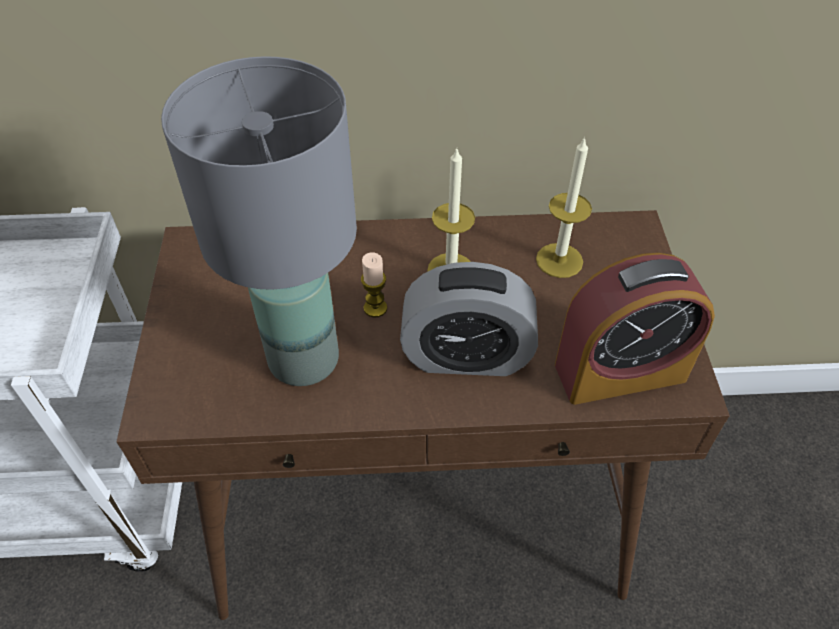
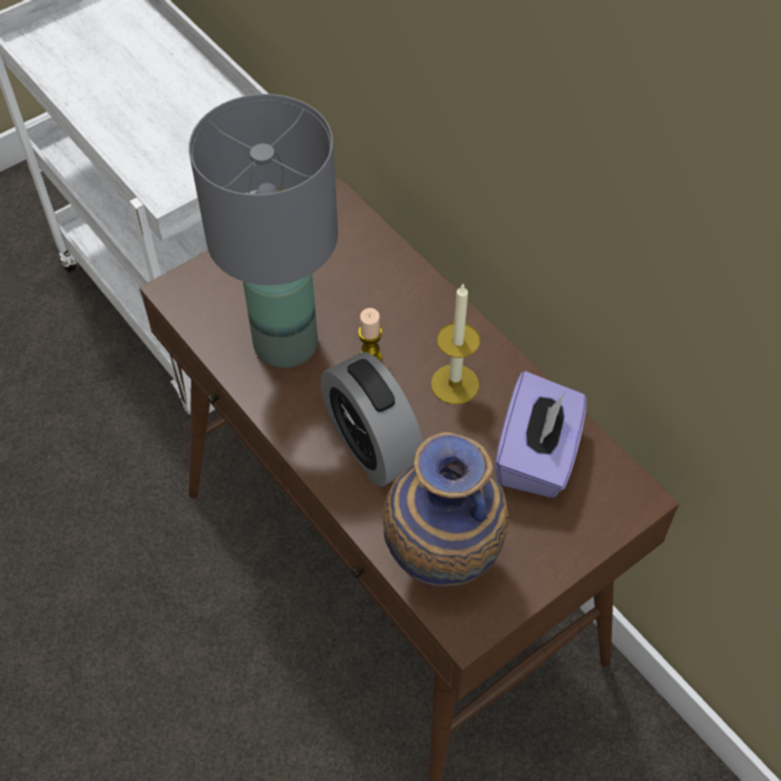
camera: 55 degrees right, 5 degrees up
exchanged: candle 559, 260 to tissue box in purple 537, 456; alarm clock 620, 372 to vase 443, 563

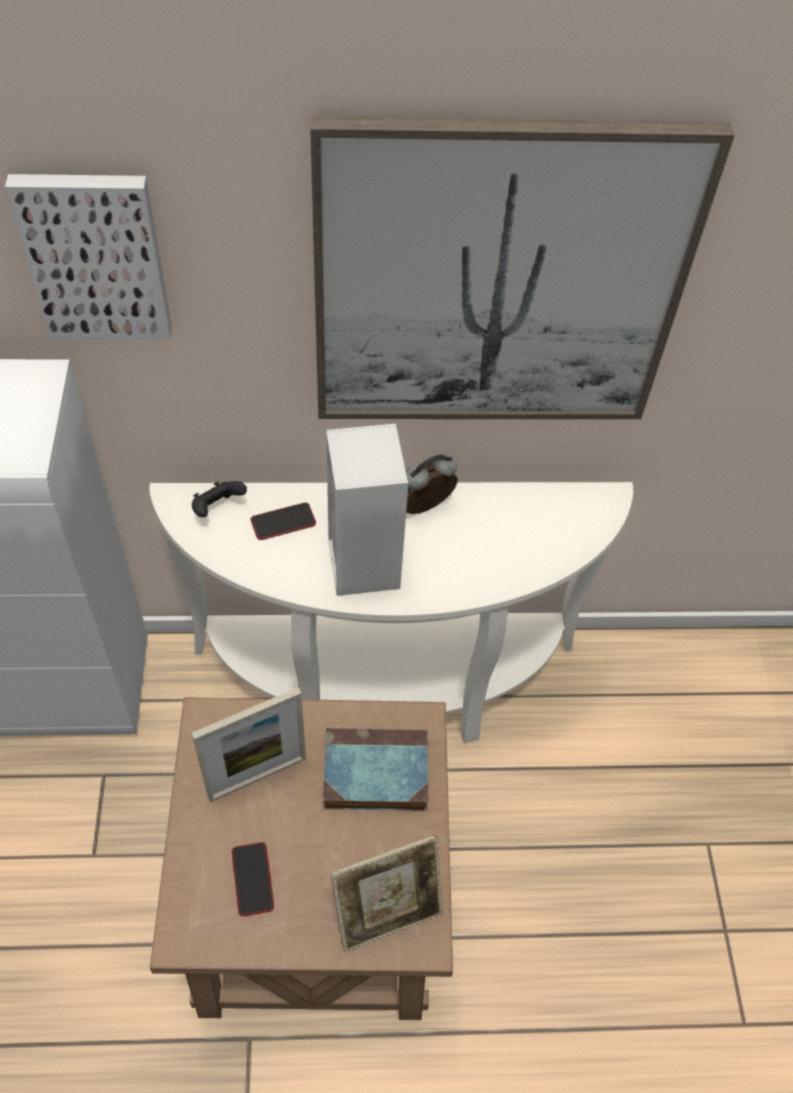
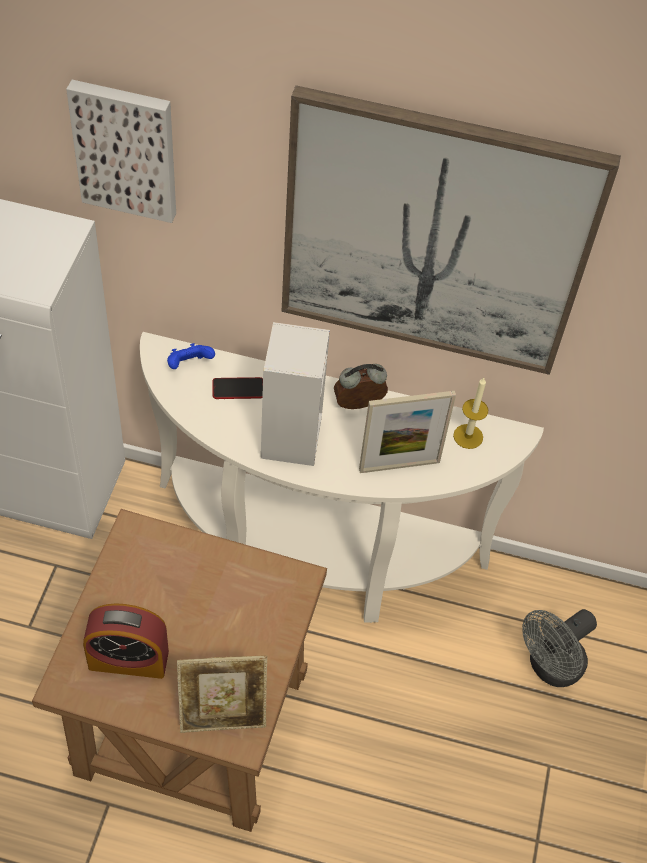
camera: 15 degrees right, 0 degrees up
missing: book 373, 774
appeared: candle 468, 436; fan in grey 550, 667
relocated: picture frame 257, 777 to 399, 466
exchanged: phone 252, 879 to alarm clock 128, 659
colour: game controller in black 217, 508 to game controller in blue 189, 365

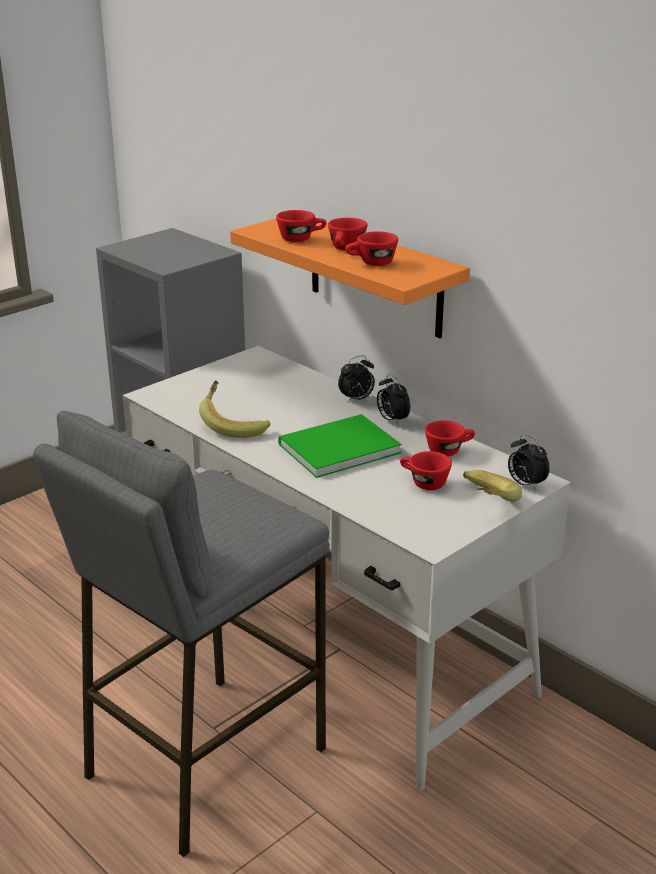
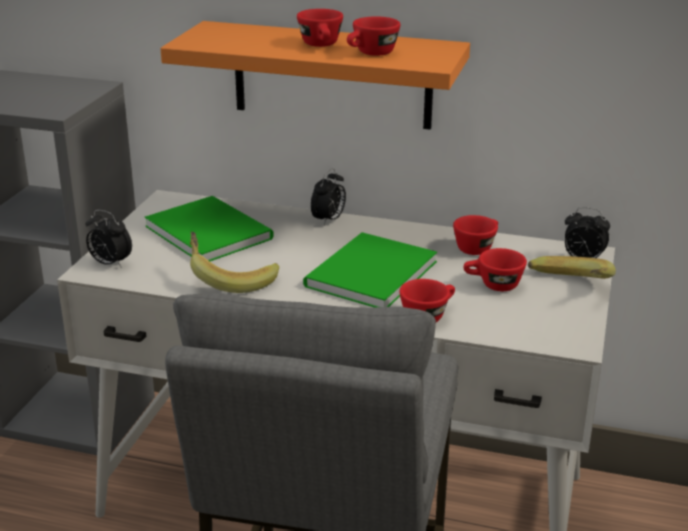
camera: 30 degrees left, 0 degrees up
appeared: book in green 209, 230
relocated: cup in red 301, 239 to 428, 315; alarm clock 391, 420 to 110, 263

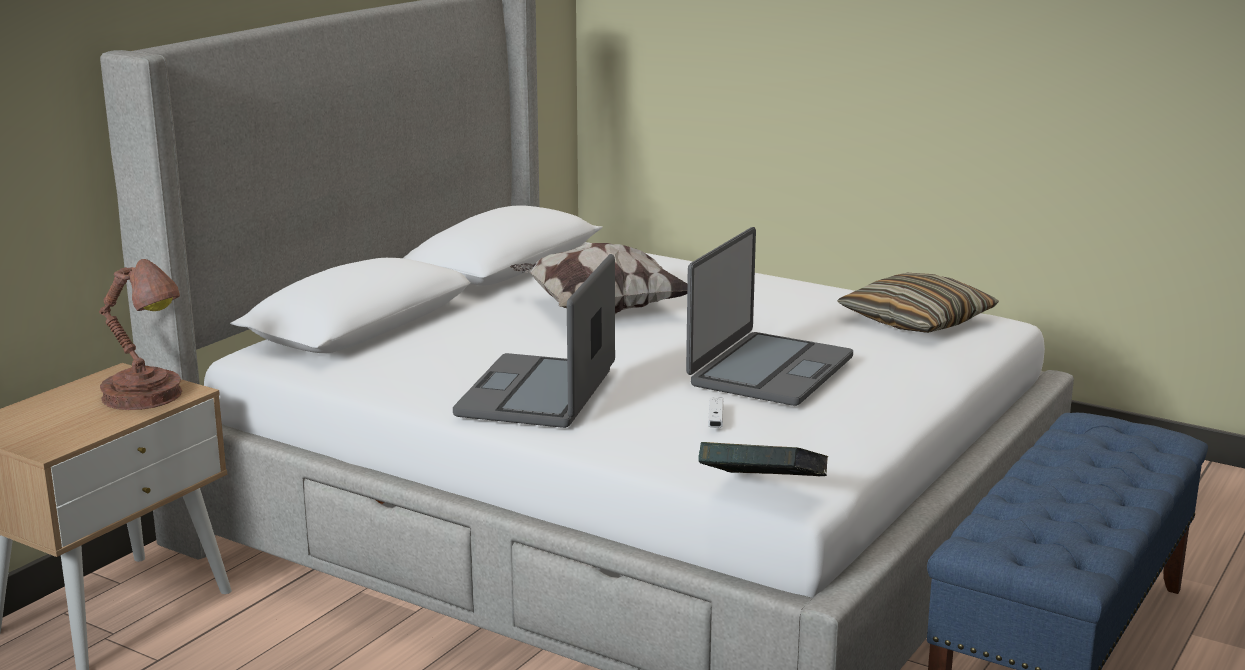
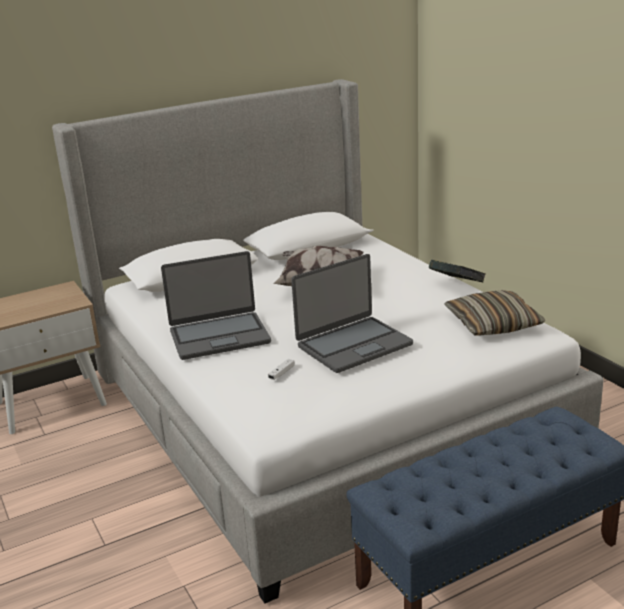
camera: 30 degrees right, 5 degrees up
missing: table lamp in brown 146, 397
relocated: book 762, 492 to 456, 285
spun: laptop 539, 394 = 219, 336 150 degrees counterclockwise

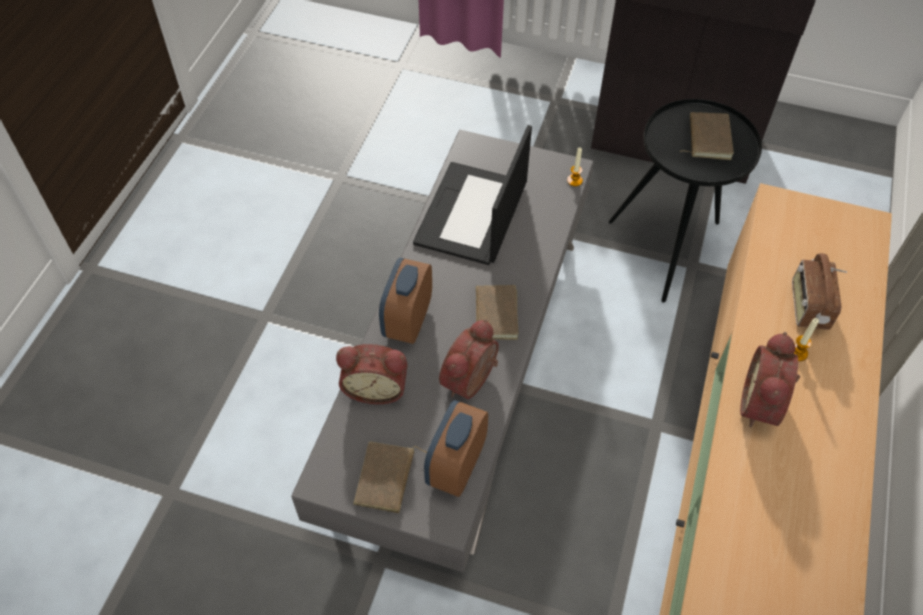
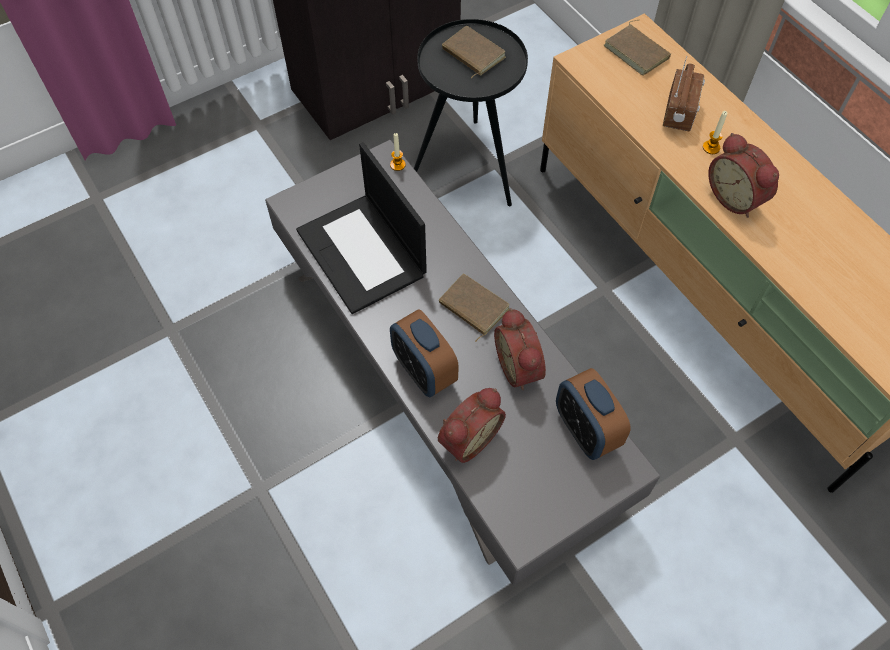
camera: 50 degrees left, 5 degrees up
relocated: book in brown 387, 479 to 638, 51
spun: radio 807, 306 = 679, 113 120 degrees counterclockwise

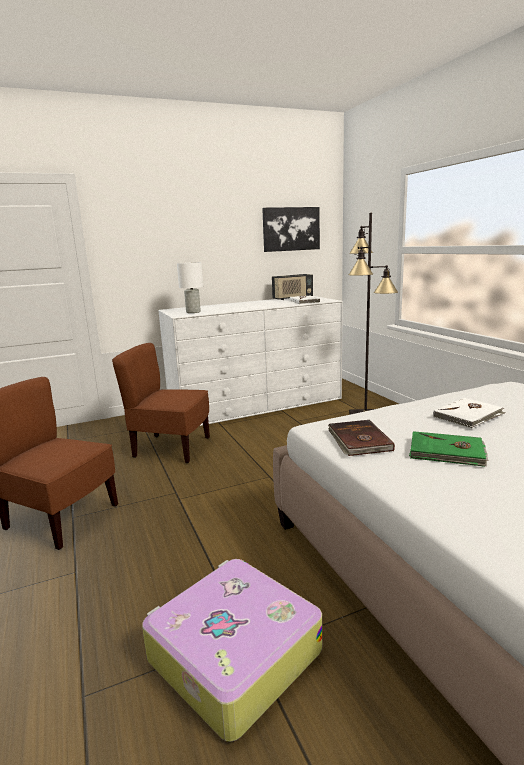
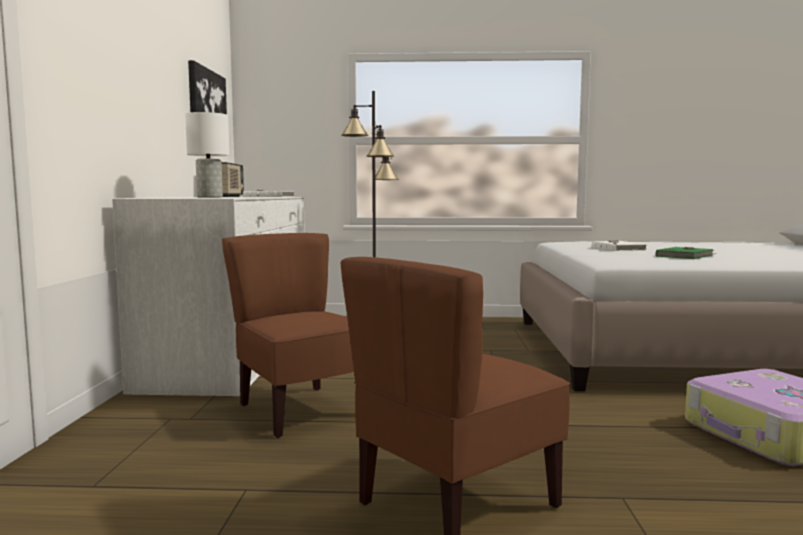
camera: 65 degrees left, 10 degrees down
missing: book in brown 358, 440
spun: chair in brown 171, 448 = 302, 410 105 degrees clockwise

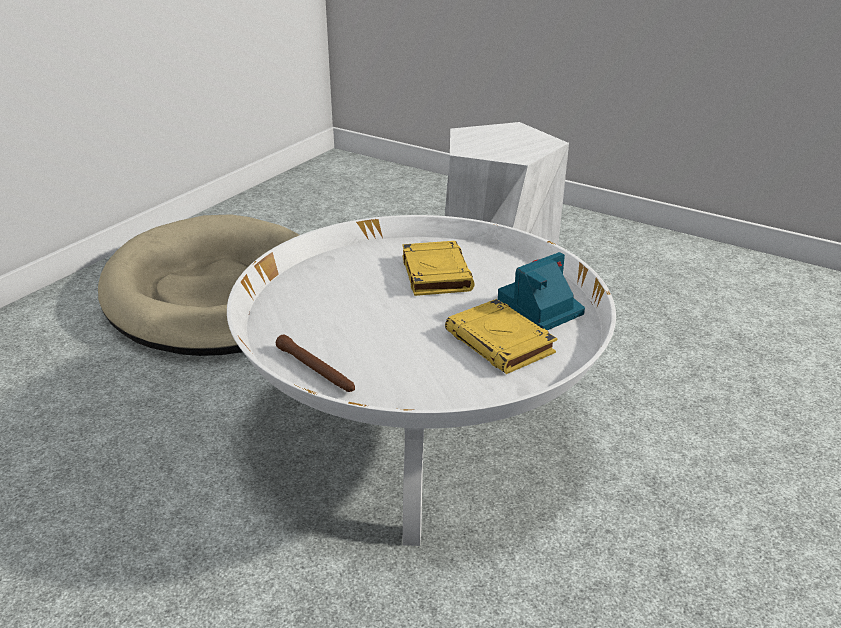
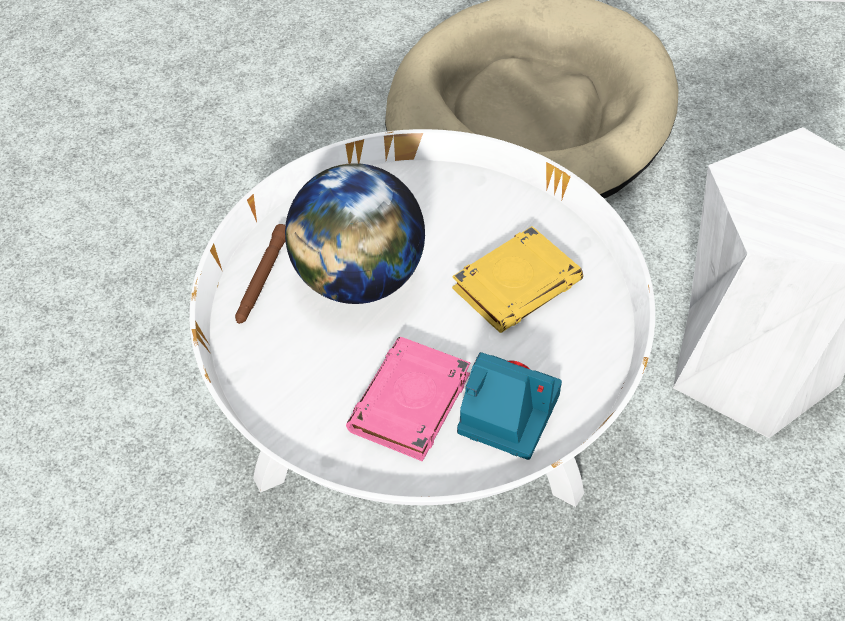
camera: 60 degrees right, 20 degrees up
appeared: globe 358, 279
colour: book in yellow 501, 343 to book in pink 409, 404

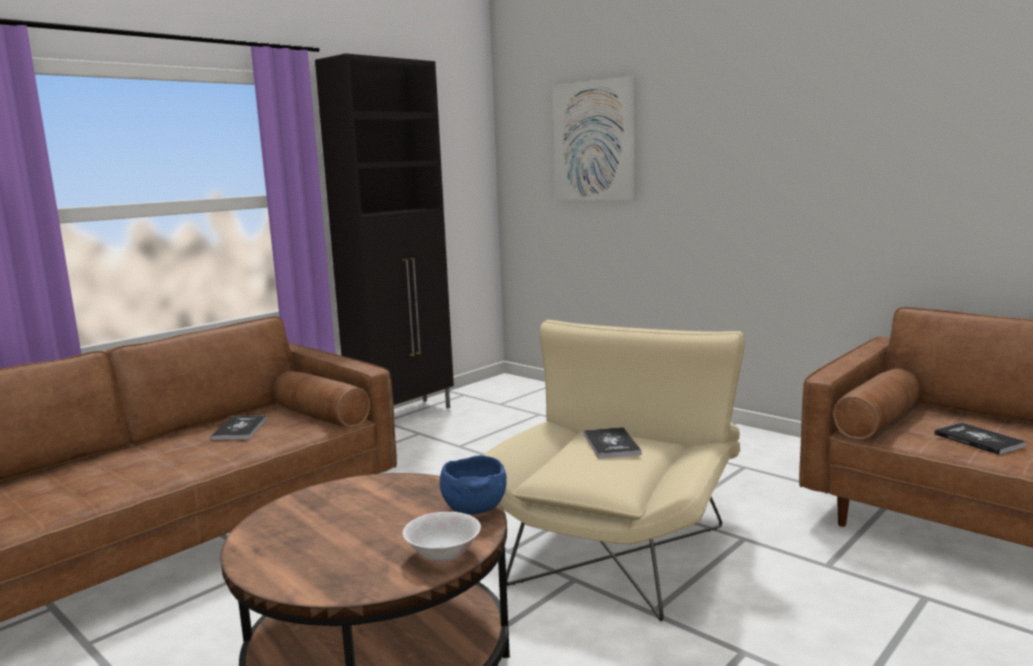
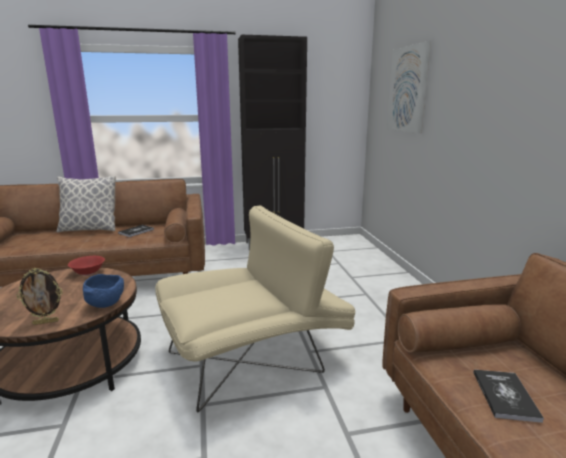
camera: 35 degrees right, 5 degrees up
missing: book 611, 444
appeared: pillow 89, 229; bowl in red 88, 273
exchanged: bowl in white 443, 555 to picture frame 46, 322

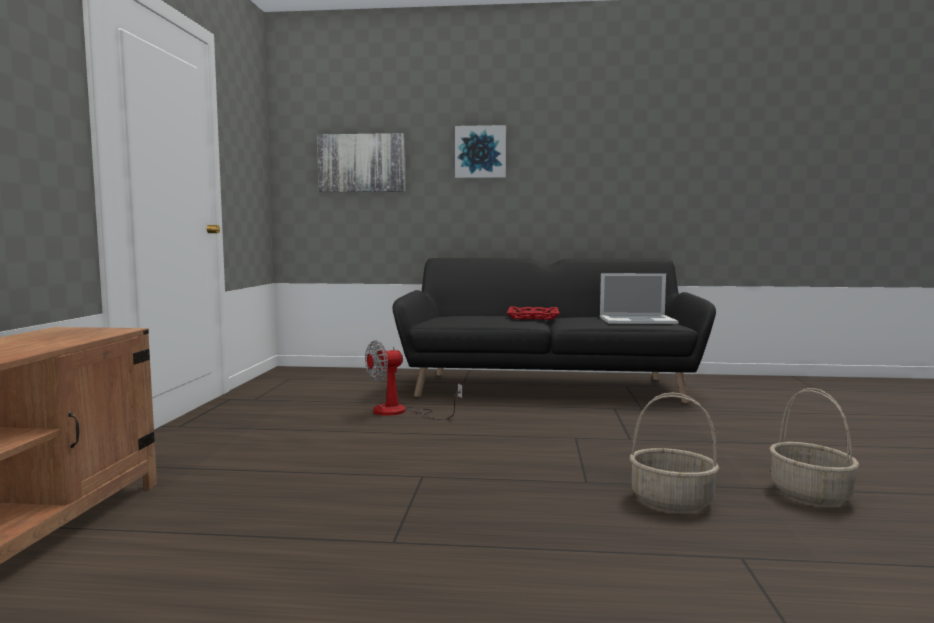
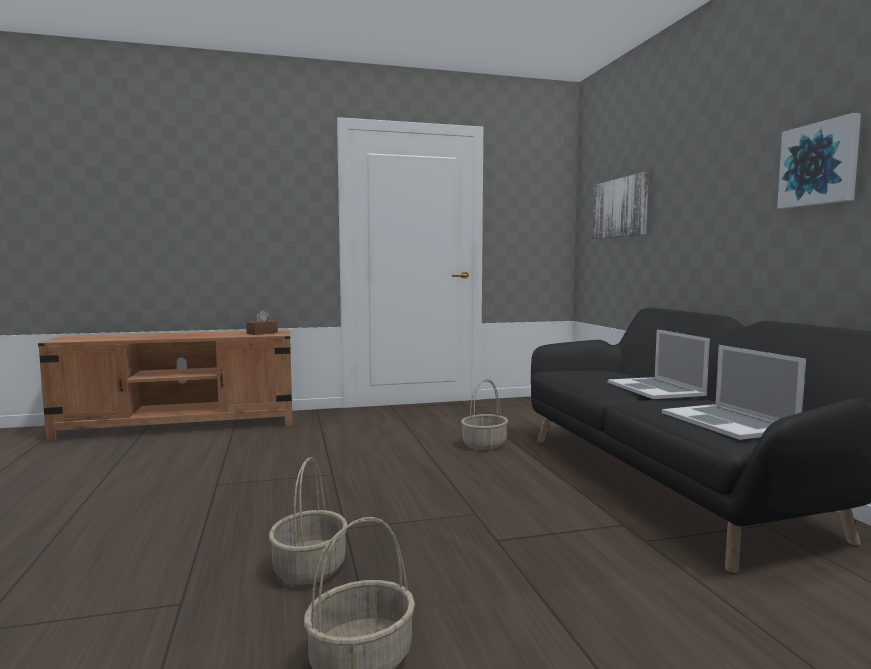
camera: 70 degrees right, 0 degrees up
appeared: tissue box in brown 262, 333
relocated: picture 480, 152 to 820, 164
exchanged: fan 400, 412 to basket 484, 445; tray in red 533, 316 to laptop 655, 389

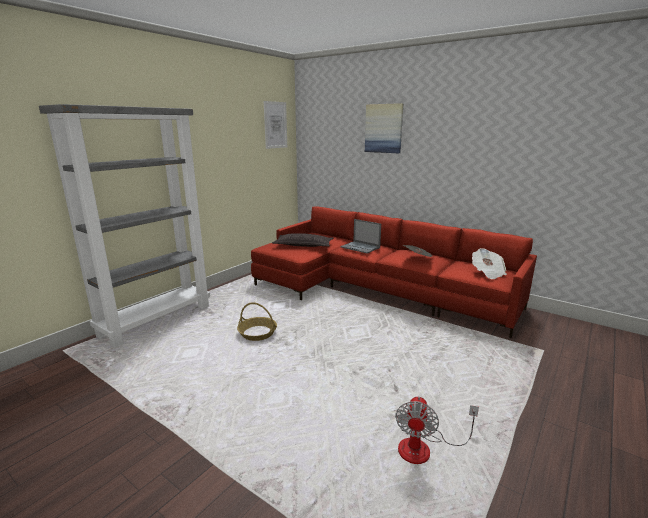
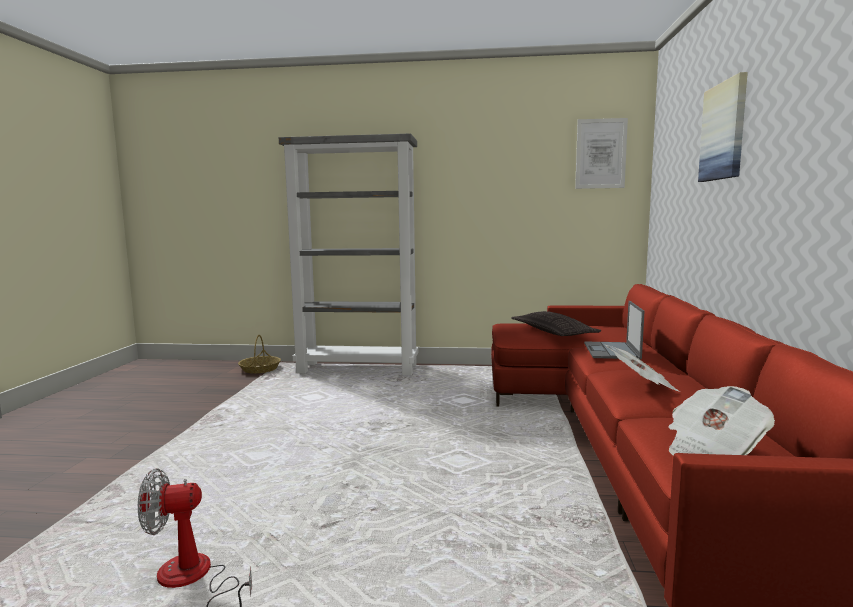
camera: 60 degrees right, 10 degrees down
relocated: basket 258, 333 to 260, 369

